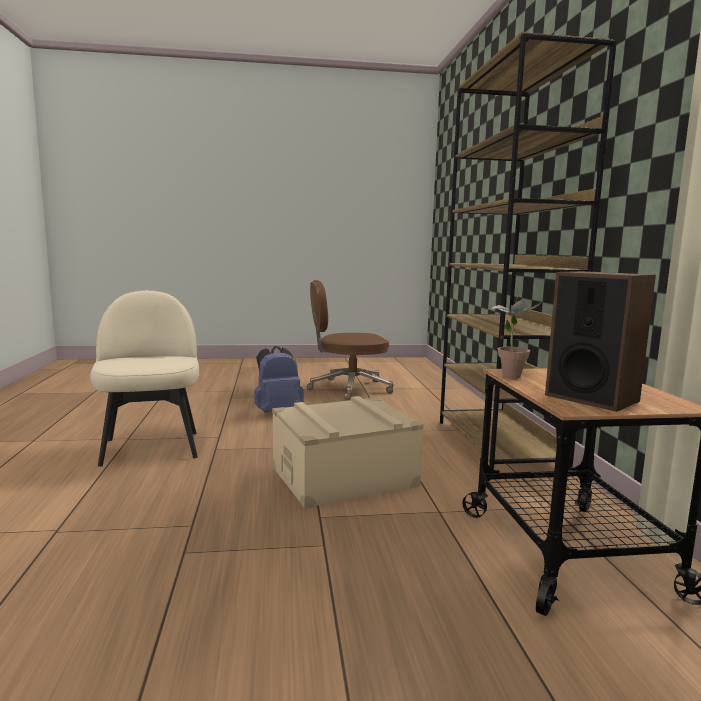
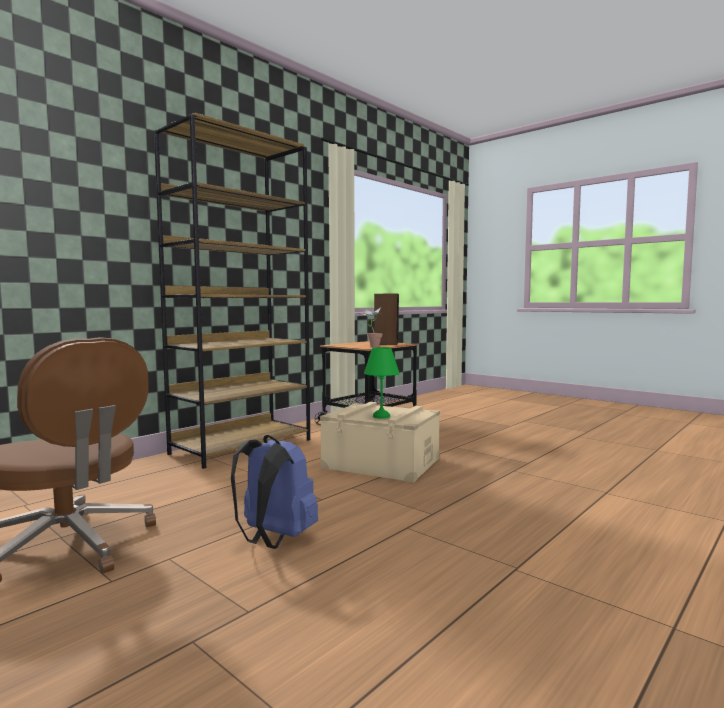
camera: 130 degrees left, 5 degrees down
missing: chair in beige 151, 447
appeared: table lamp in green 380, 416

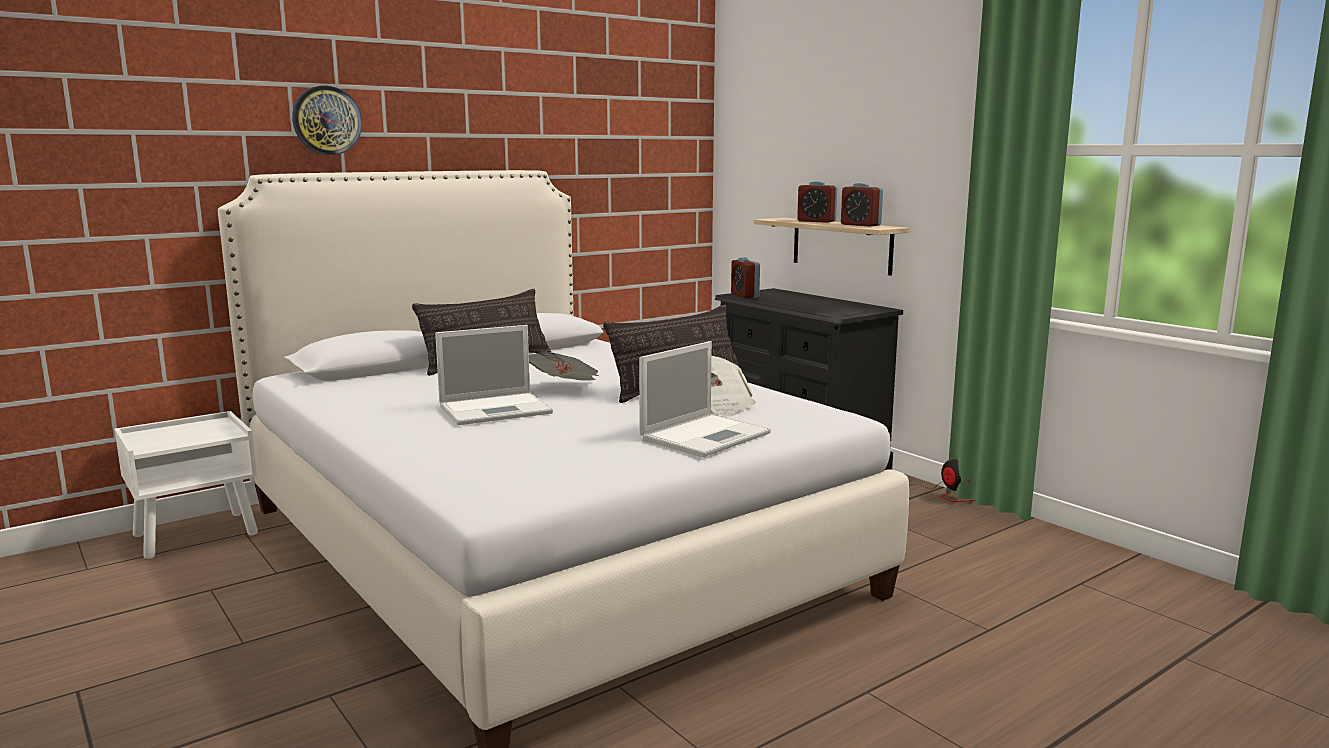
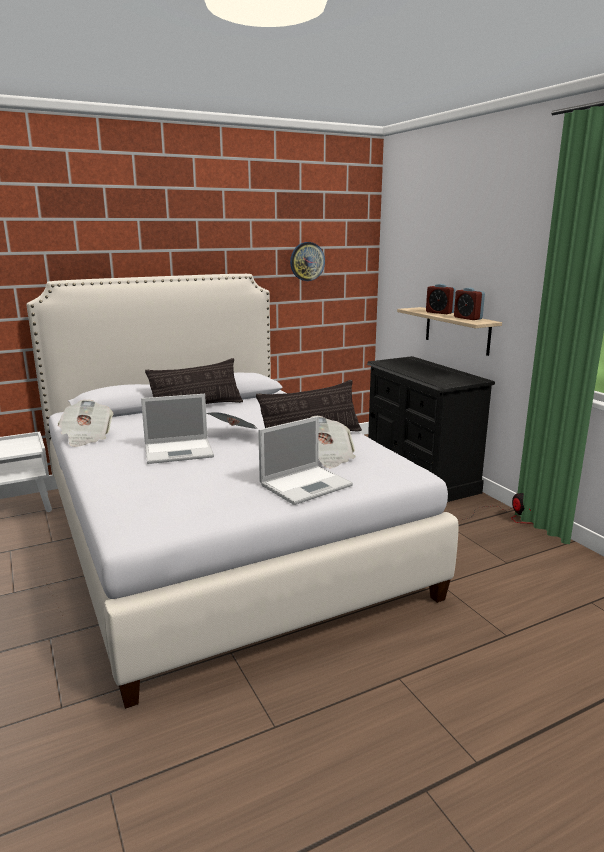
camera: 10 degrees right, 5 degrees up
missing: alarm clock 744, 295
appeared: newspaper 86, 437
relocated: wall clock 326, 120 to 307, 261

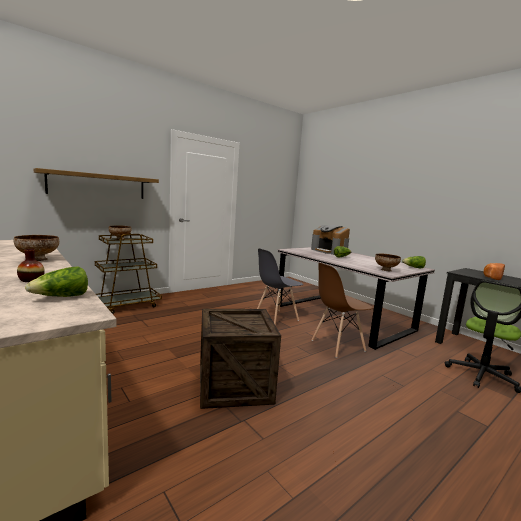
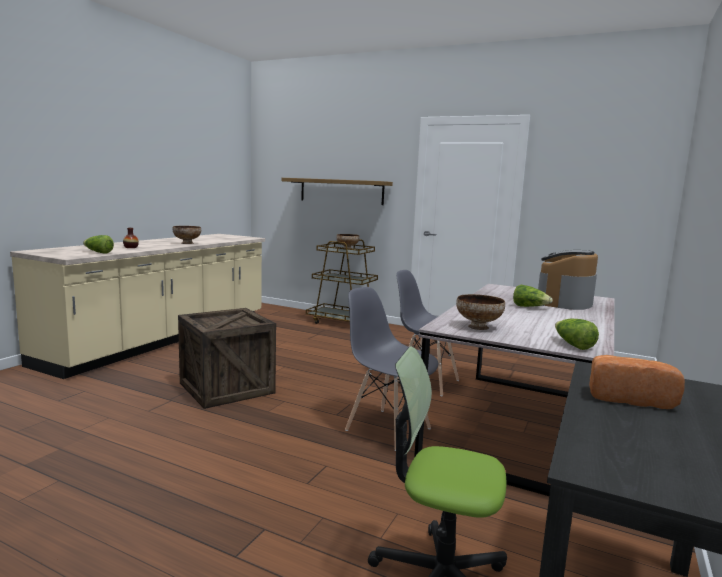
camera: 65 degrees right, 0 degrees up
colour: chair in brown 337, 345 to chair in grey 387, 429

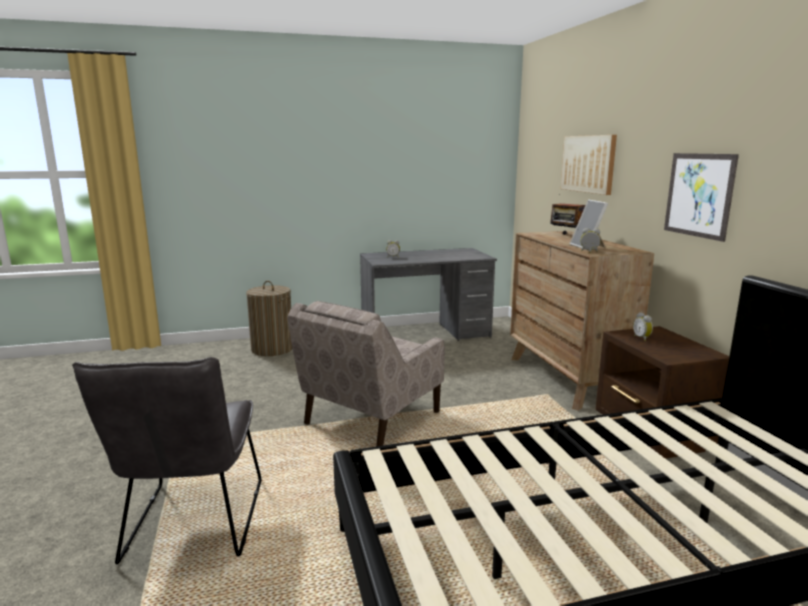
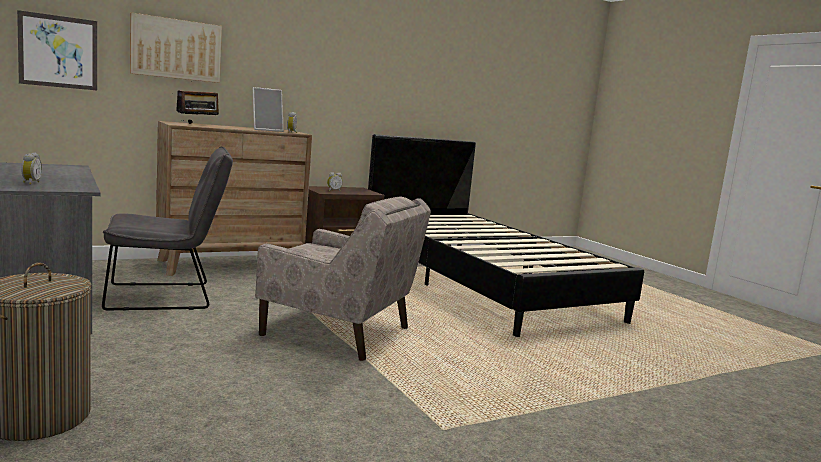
camera: 105 degrees left, 5 degrees down
relocated: chair in grey 192, 526 to 168, 296; picture 699, 195 to 58, 51

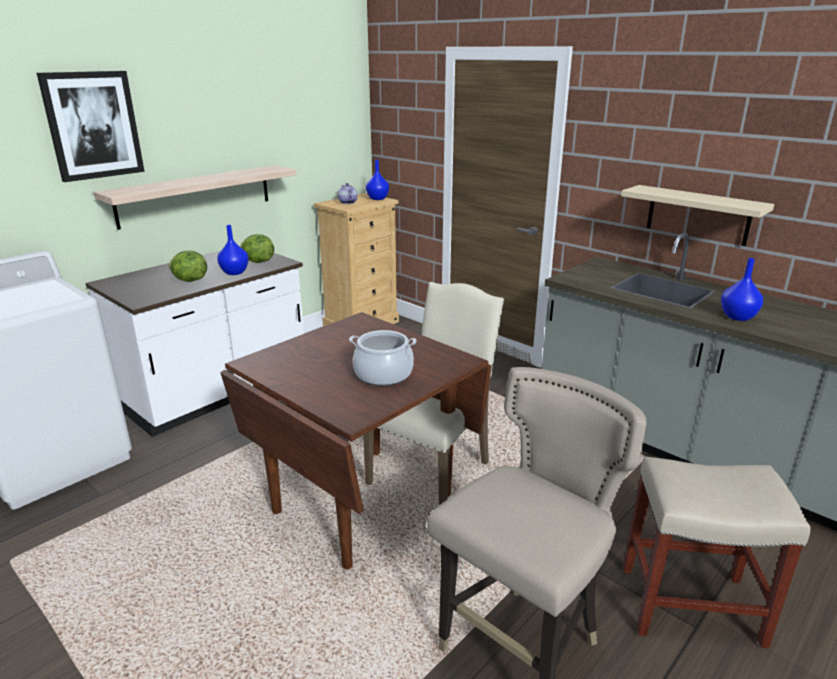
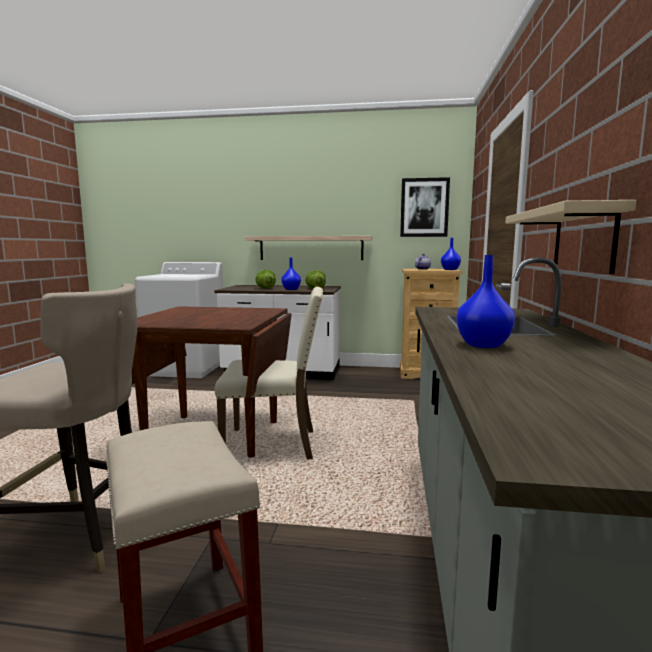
camera: 55 degrees right, 15 degrees down
missing: cooking pot 383, 374
relocated: picture 93, 125 to 424, 207

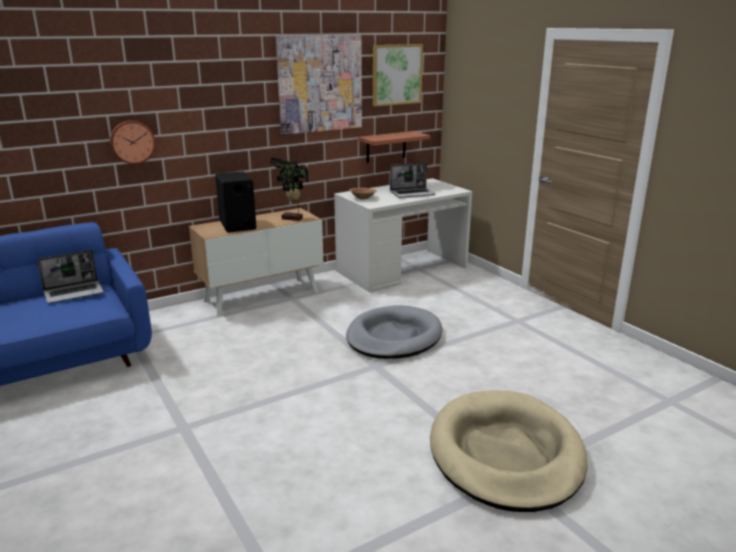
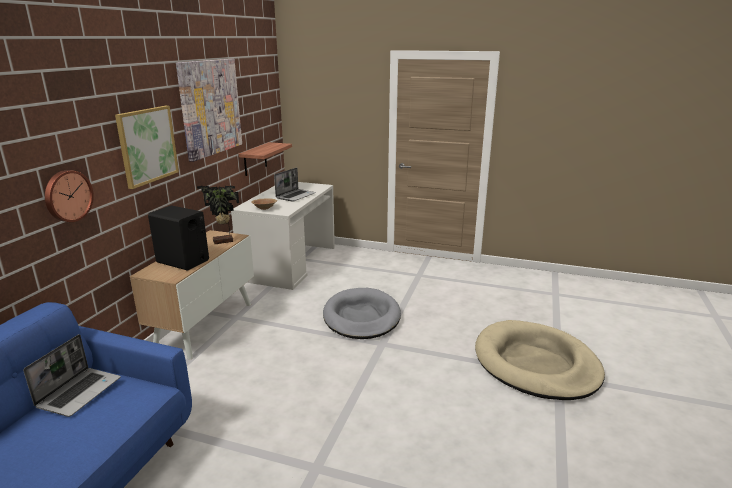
camera: 40 degrees left, 0 degrees up
relocated: picture 396, 74 to 147, 145

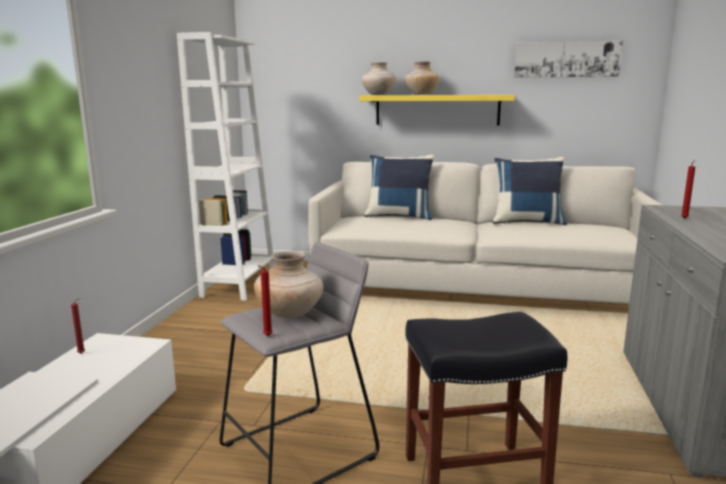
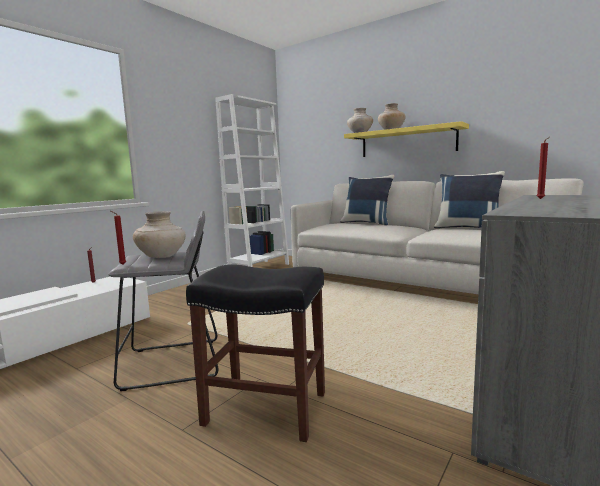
camera: 25 degrees right, 5 degrees down
missing: picture 566, 59

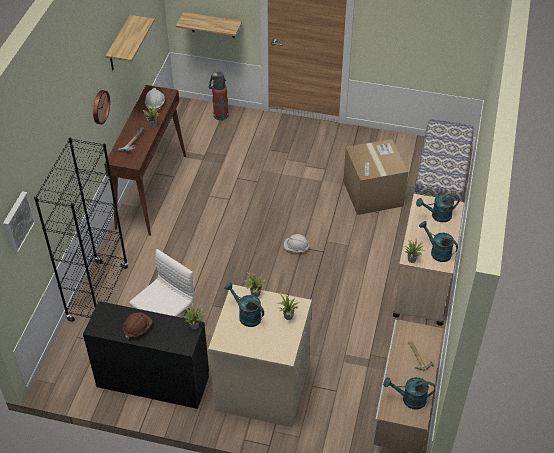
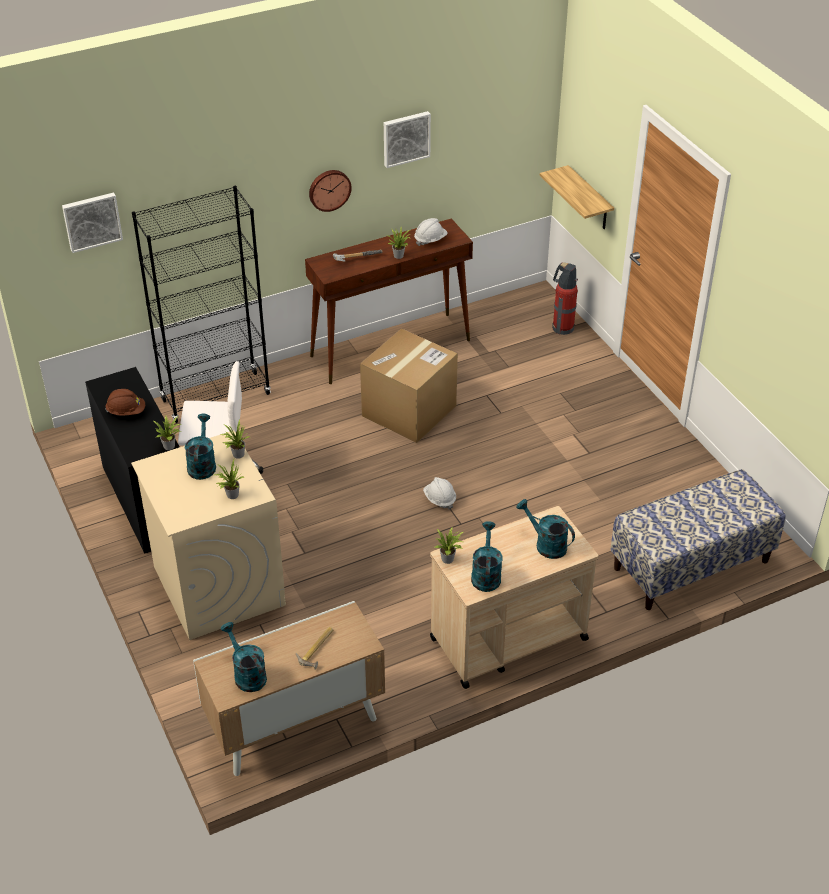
camera: 50 degrees right, 5 degrees down
relocated: cardboard box 373, 193 to 409, 411
exchanged: shelf 119, 45 to picture 405, 138

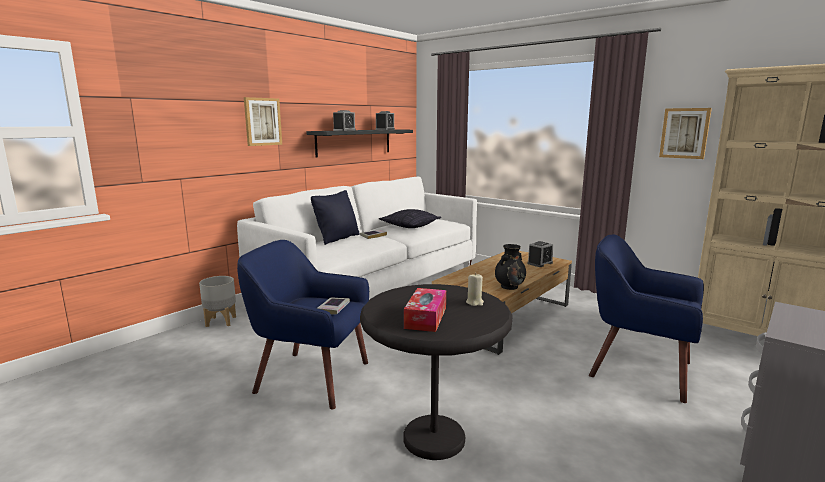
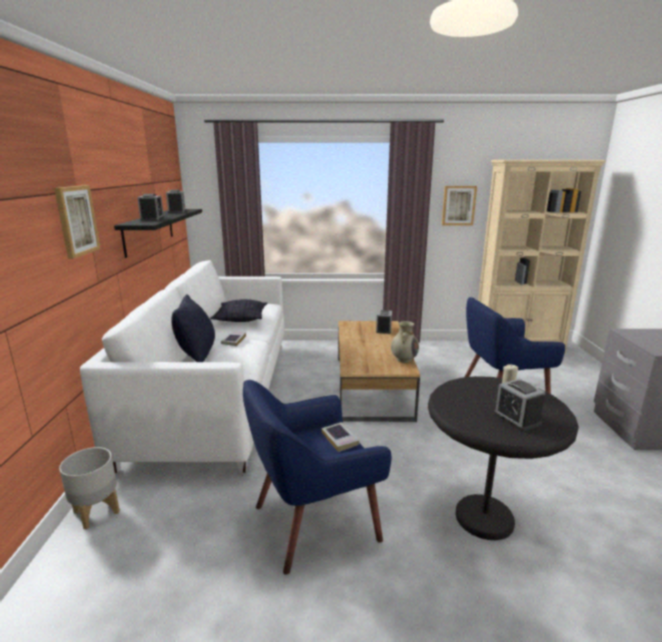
camera: 40 degrees left, 5 degrees up
exchanged: tissue box 426, 318 to alarm clock 516, 418
colour: vase in black 509, 286 to vase in beige 404, 359

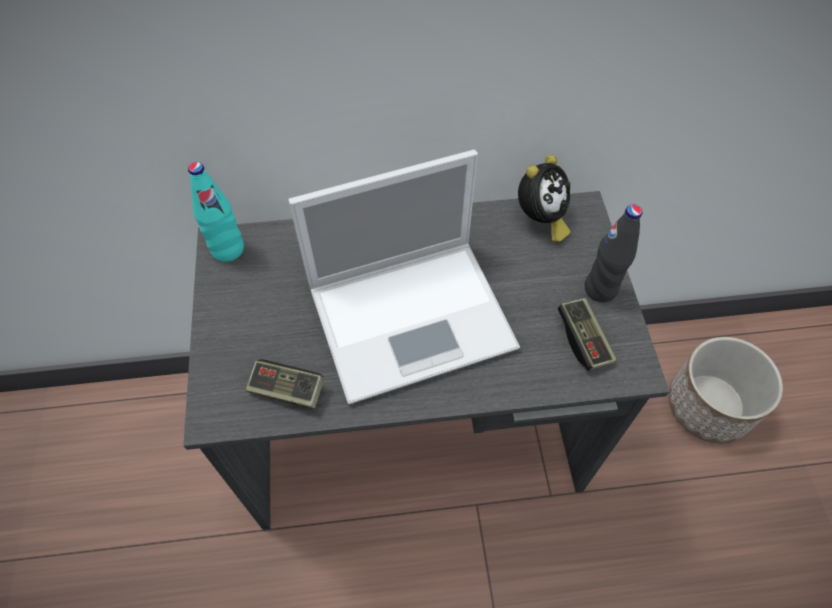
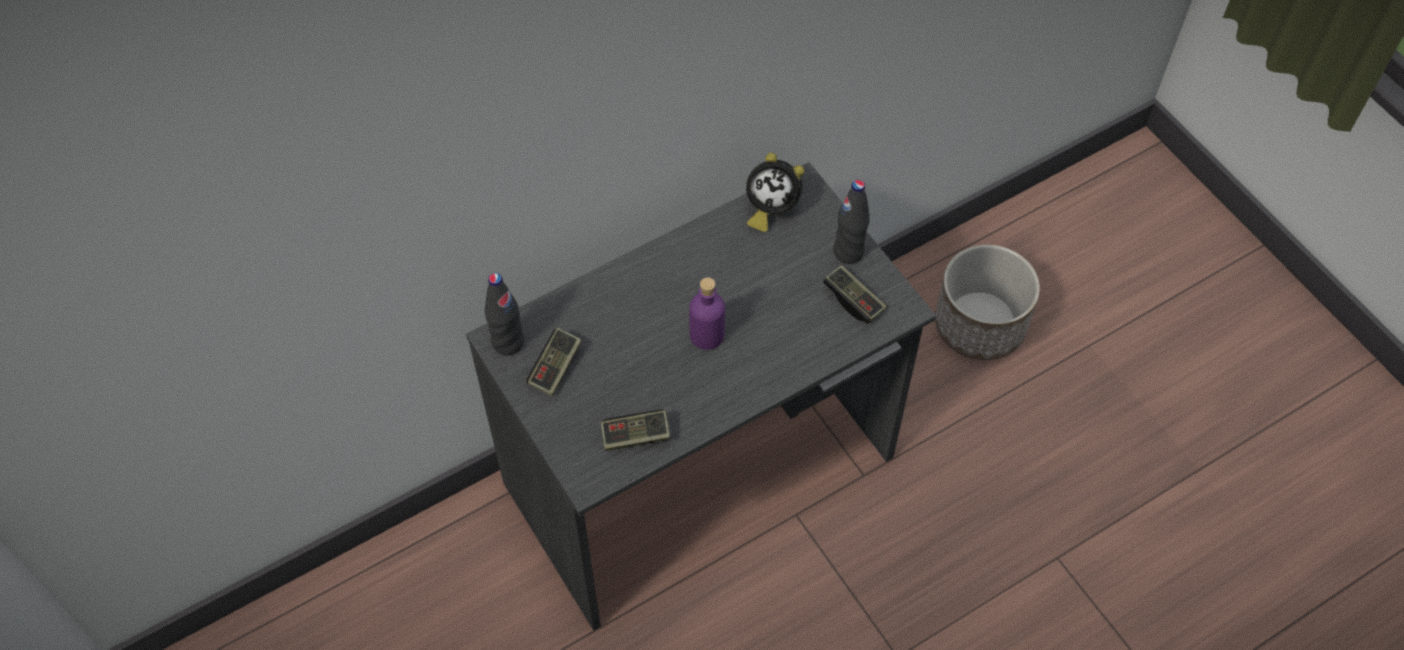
camera: 25 degrees left, 0 degrees up
appeared: game controller 555, 368
exchanged: laptop 414, 316 to bottle in purple 707, 335
colour: bottle in turquoise 228, 249 to bottle in black 508, 342
spun: alarm clock 540, 220 = 770, 209 90 degrees clockwise

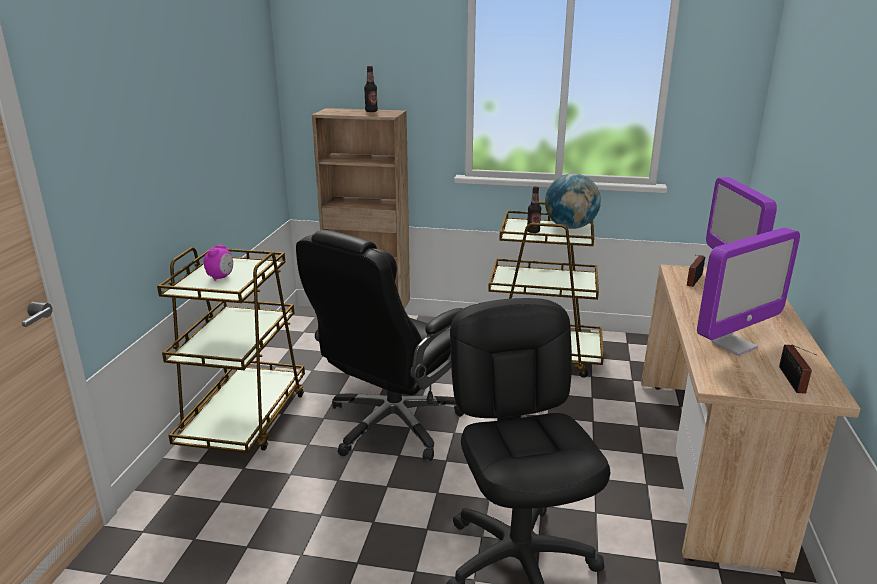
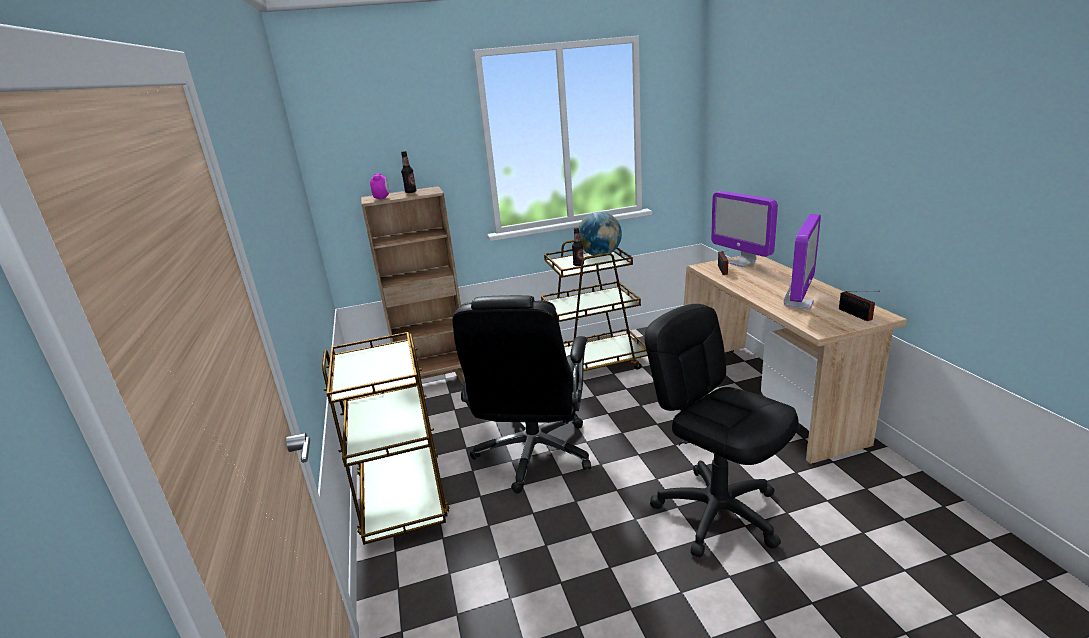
camera: 25 degrees left, 0 degrees up
relocated: alarm clock 221, 277 to 382, 198

